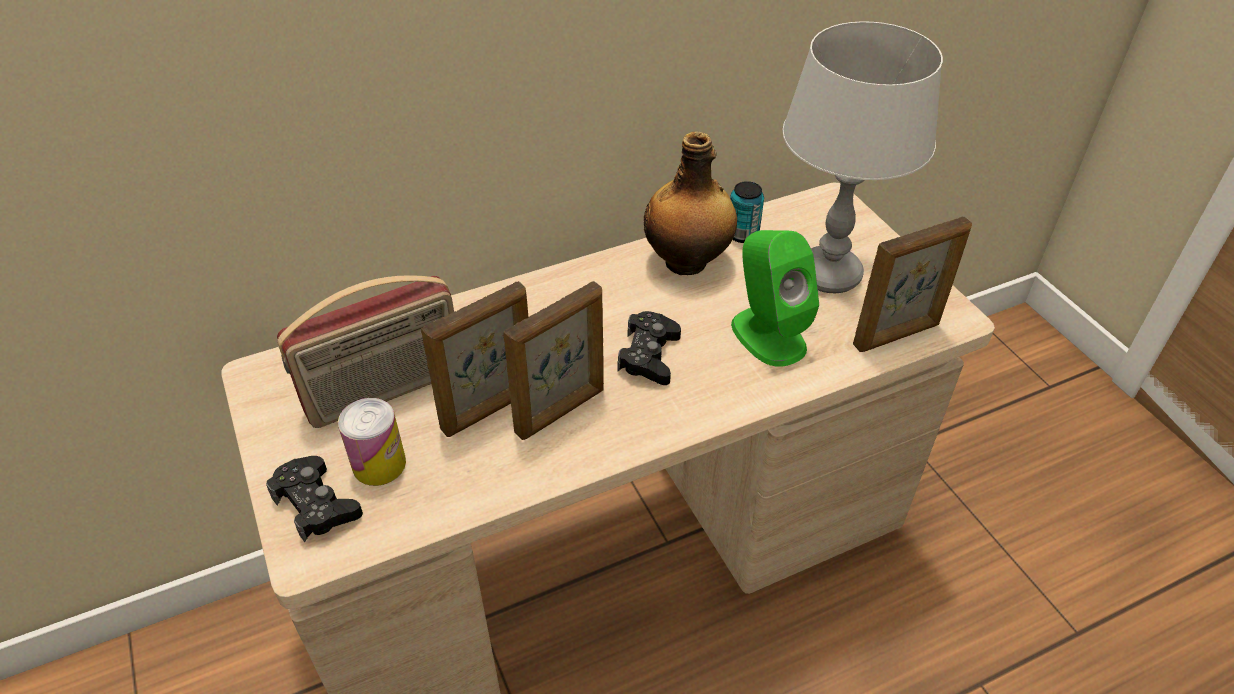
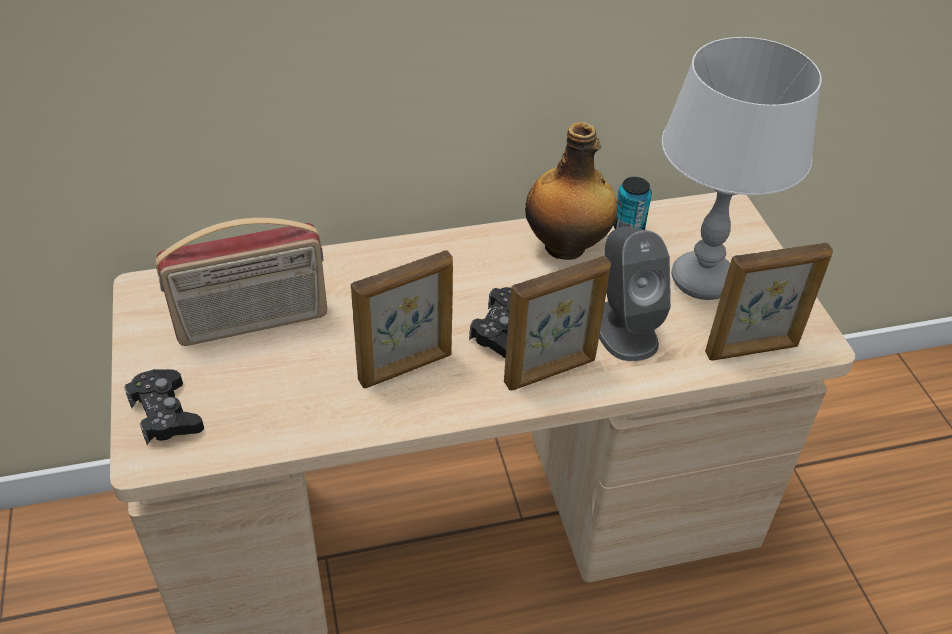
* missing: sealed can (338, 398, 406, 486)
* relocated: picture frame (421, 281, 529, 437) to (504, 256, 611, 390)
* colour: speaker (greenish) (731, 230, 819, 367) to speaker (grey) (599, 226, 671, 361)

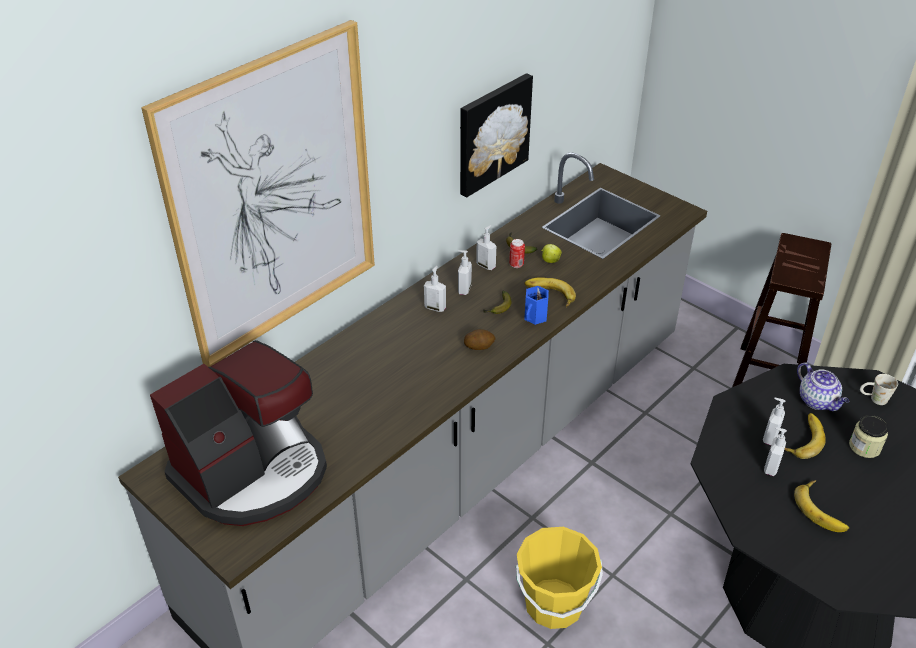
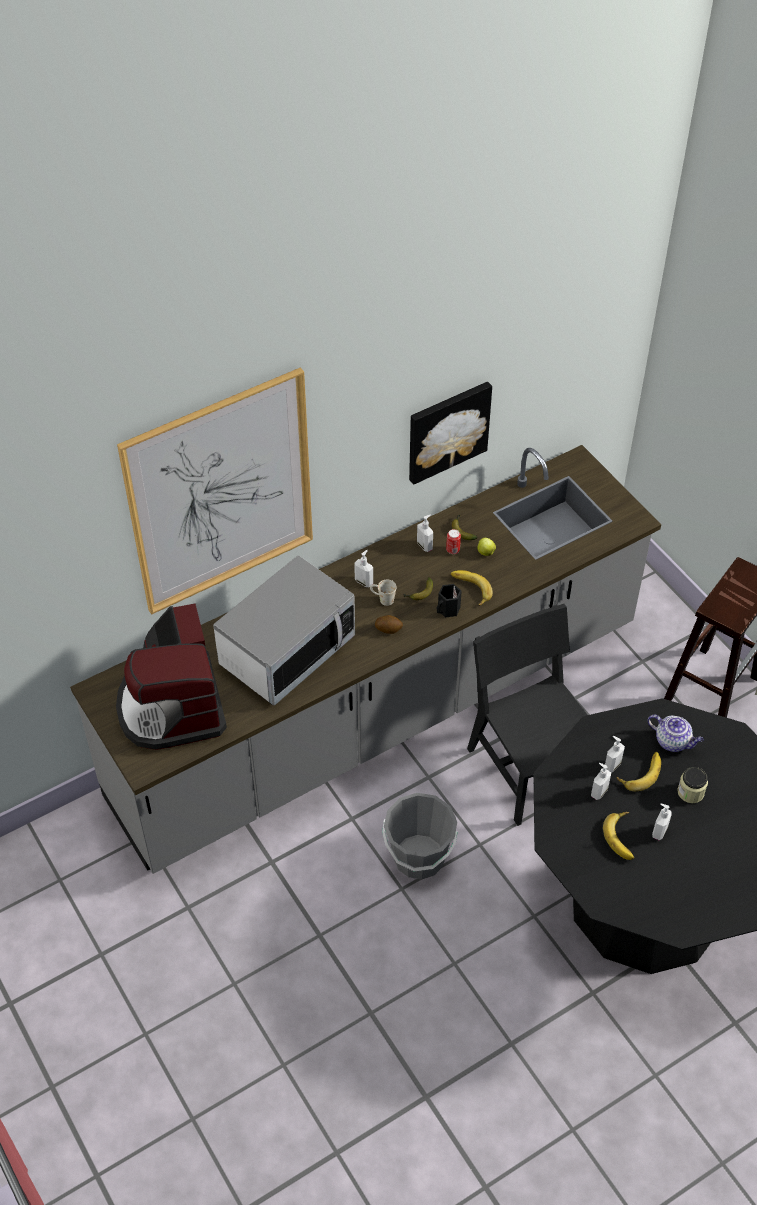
* spun: coffee brewer (150, 340, 327, 526) = (116, 604, 227, 750) 105 degrees clockwise
* relocated: liquid soap bottle (458, 250, 472, 295) to (652, 804, 672, 840)
* colour: pail (yellowish) (516, 527, 603, 629) to pail (grey) (382, 793, 458, 879)
* colour: tea mug (bluish) (524, 286, 549, 325) to tea mug (black) (437, 584, 461, 618)
* spun: tea pot (797, 362, 849, 411) = (648, 715, 704, 752) 45 degrees counterclockwise
* relocated: tea mug (white) (860, 374, 898, 405) to (370, 579, 397, 606)
* appeared: microwave oven (213, 555, 355, 705)
* appeared: plain chair (black) (467, 604, 587, 826)

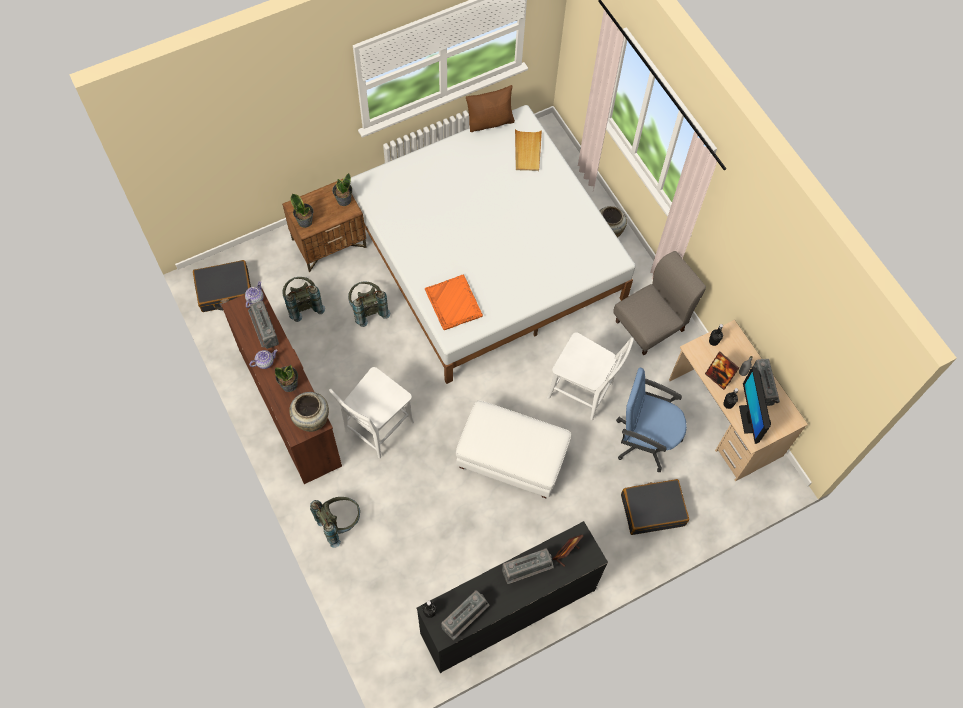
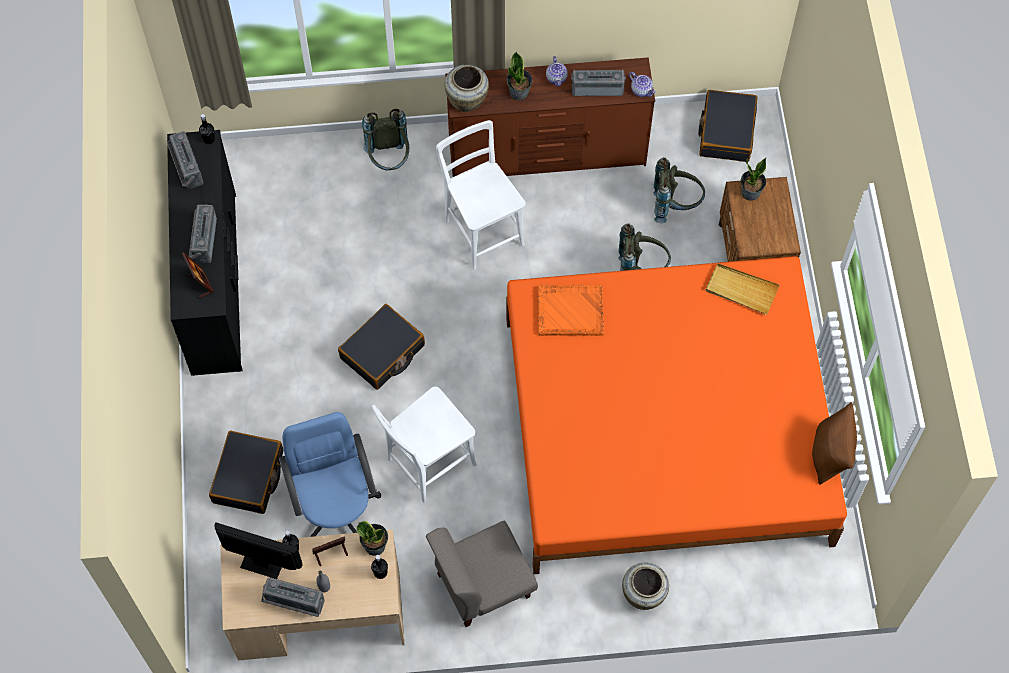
* relocated: potted plant (332, 173, 352, 206) to (357, 521, 388, 556)
* colour: bed (white) (350, 105, 636, 384) to bed (orange) (506, 256, 847, 574)
* exchanged: ottoman (white) (456, 400, 571, 498) to travel case (black) (338, 304, 425, 390)
* relocated: carrying tray (sand-coloured) (515, 129, 542, 171) to (706, 263, 780, 315)
* spun: plain chair (grey) (613, 251, 706, 355) = (425, 521, 538, 627) 75 degrees clockwise
* spun: desk chair (bluish) (616, 368, 687, 473) = (279, 412, 381, 537) 60 degrees counterclockwise

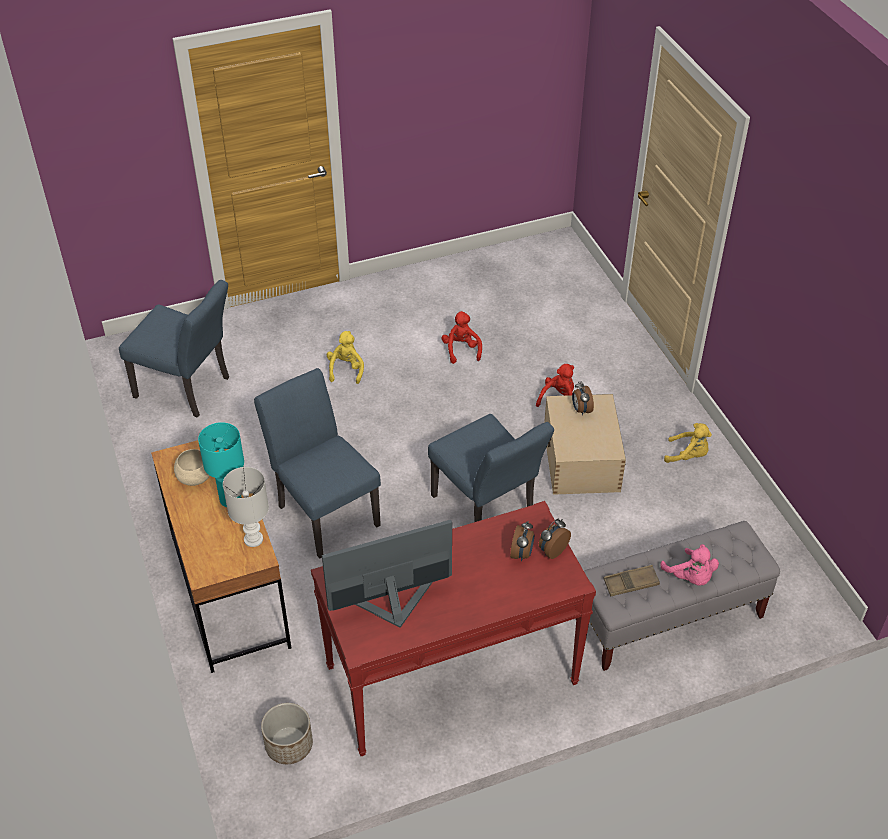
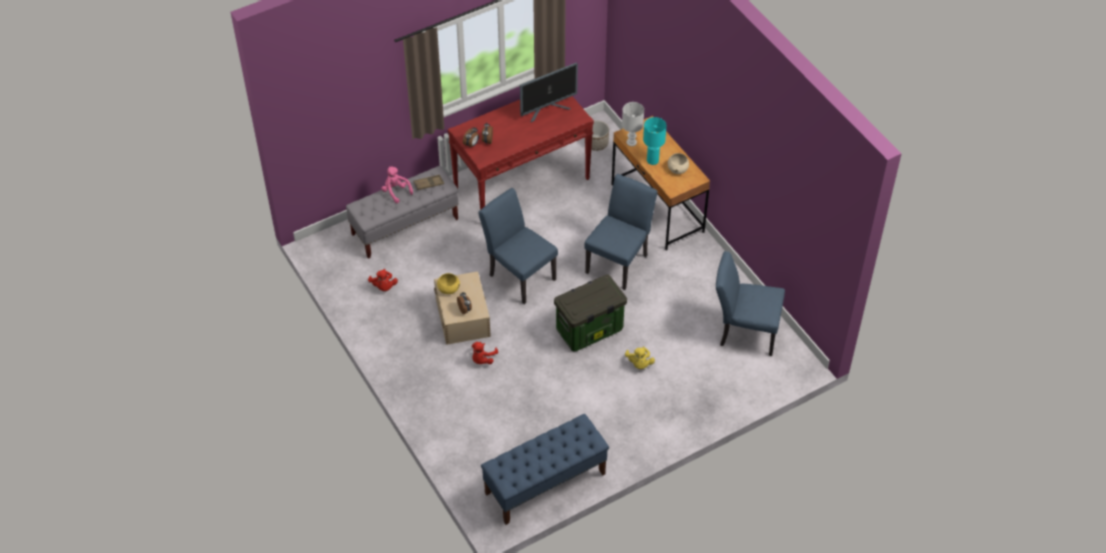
* spun: plain chair (bluish) (254, 368, 381, 559) = (584, 174, 657, 290) 105 degrees counterclockwise
* relocated: cuddly toy (red) (442, 311, 482, 364) to (368, 269, 398, 291)
* missing: cuddly toy (yellowish) (664, 423, 712, 463)
* appeared: bowl (yellowish) (437, 273, 460, 294)
* appeared: bench (bluish) (481, 414, 609, 525)
* appeared: storage bin (554, 275, 627, 352)

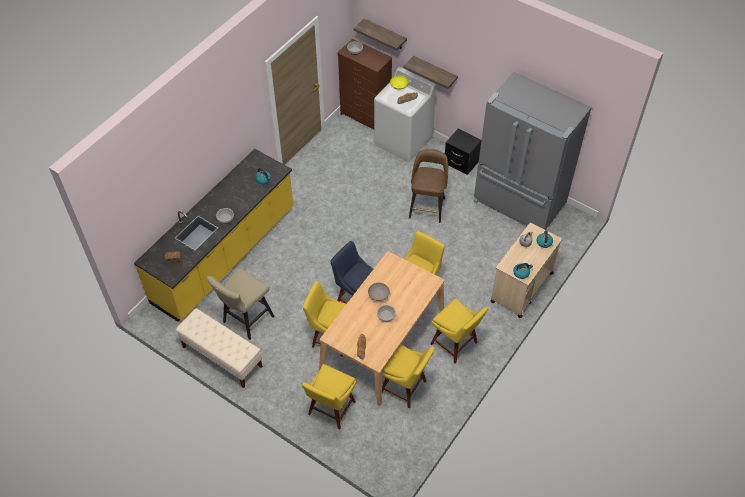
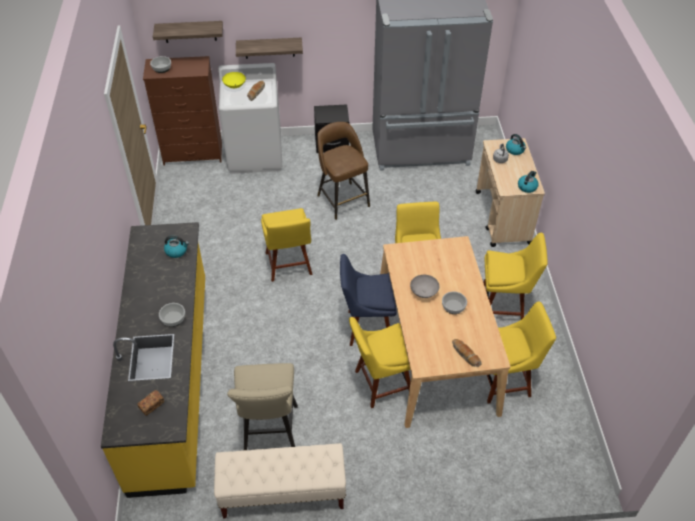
* relocated: plain chair (yellowish) (302, 364, 356, 429) to (261, 208, 312, 282)

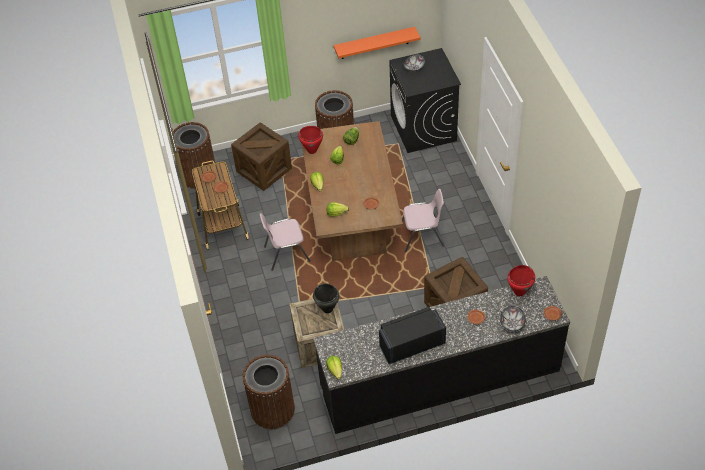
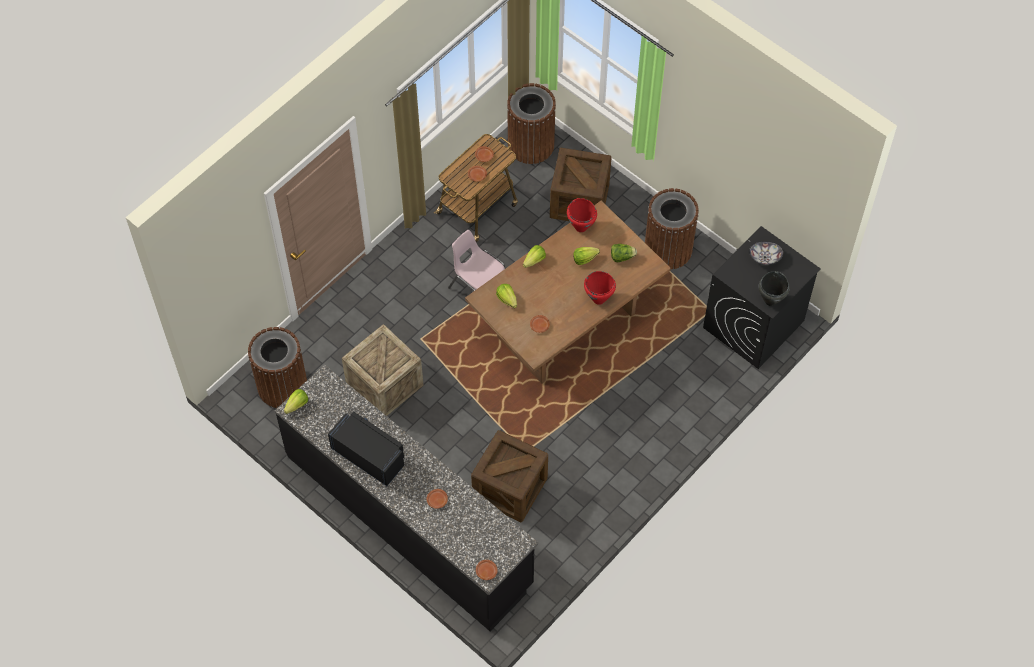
* relocated: cooking pot (black) (313, 284, 339, 313) to (758, 271, 790, 306)
* missing: shelf (orange) (334, 27, 421, 59)
* missing: plain chair (pink-coloured) (402, 189, 444, 252)
* missing: bowl (500, 306, 526, 331)
* relocated: cooking pot (red) (507, 265, 535, 296) to (584, 271, 616, 305)

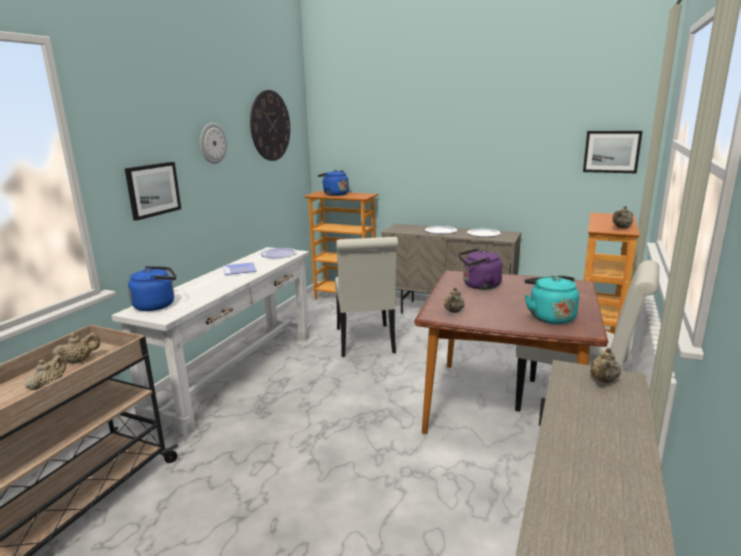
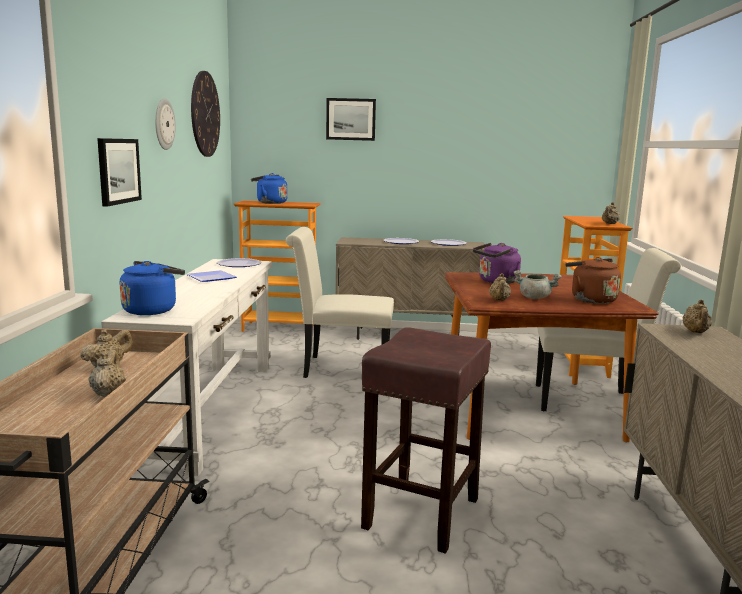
* spun: plain chair (white) (335, 237, 398, 357) = (286, 227, 394, 378) 120 degrees clockwise
* colour: water kettle (turquoise-coloured) (525, 276, 579, 324) to water kettle (brown-coloured) (565, 257, 621, 304)
* relocated: picture (583, 131, 643, 173) to (326, 98, 376, 141)
* appeared: sitting stool (brown-coloured) (361, 327, 491, 554)
* appeared: cooking pot (grey) (513, 270, 561, 299)

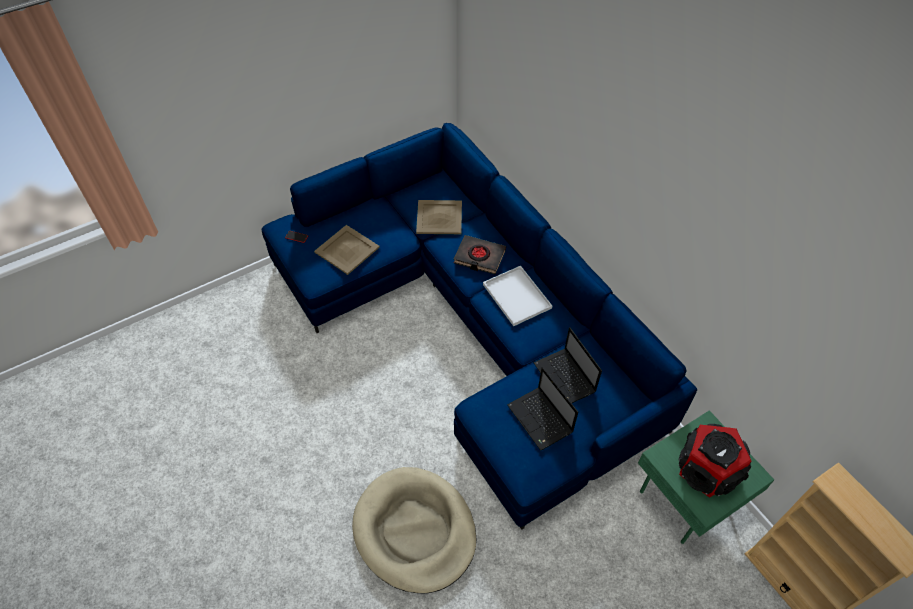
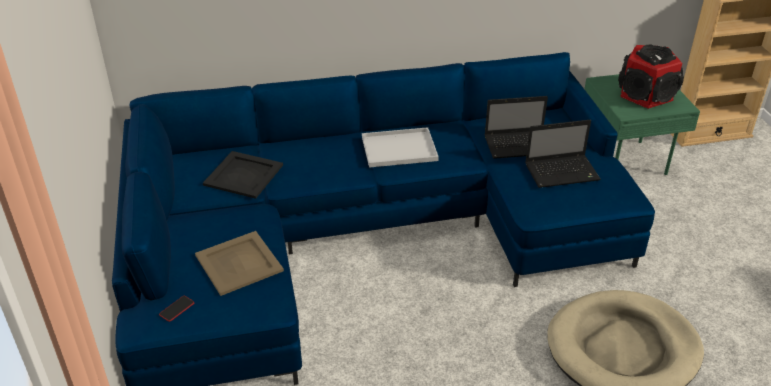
* colour: carrying tray (sand-coloured) (416, 200, 462, 234) to carrying tray (black) (203, 151, 283, 199)
* missing: volume (black) (453, 235, 506, 274)

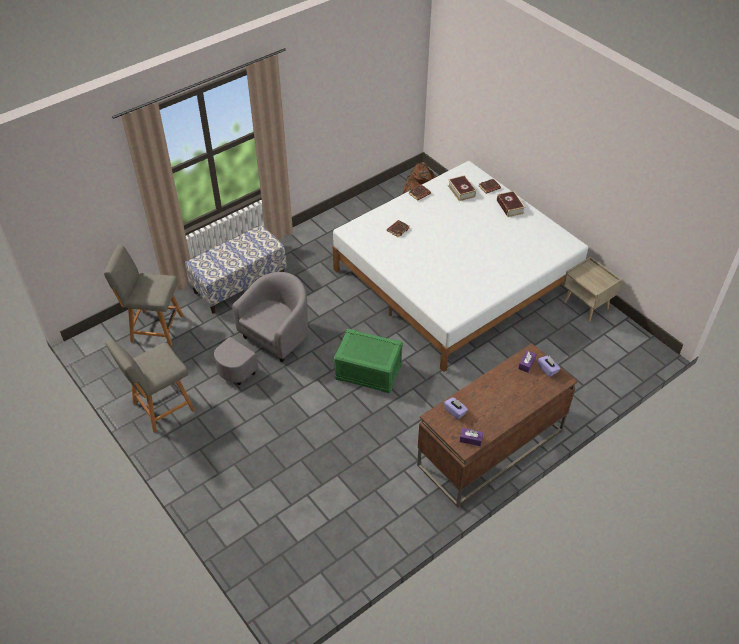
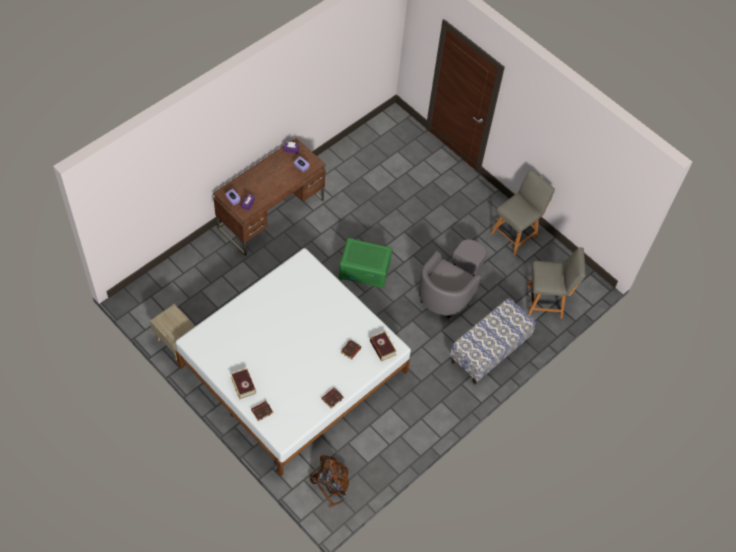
* relocated: volume (448, 175, 476, 201) to (370, 331, 397, 362)

